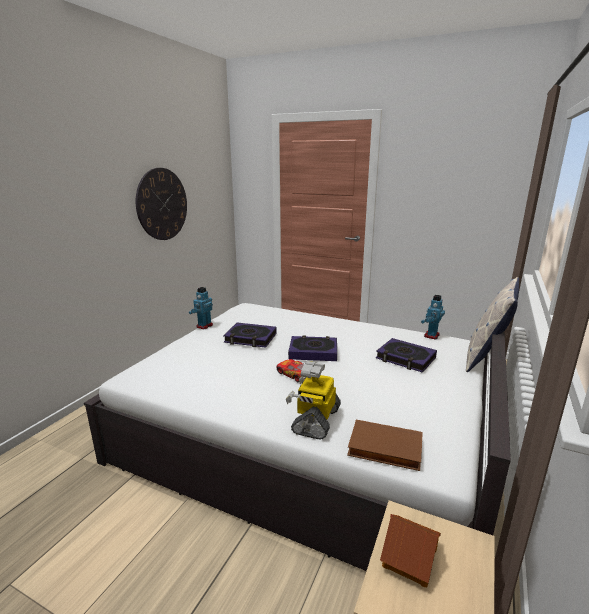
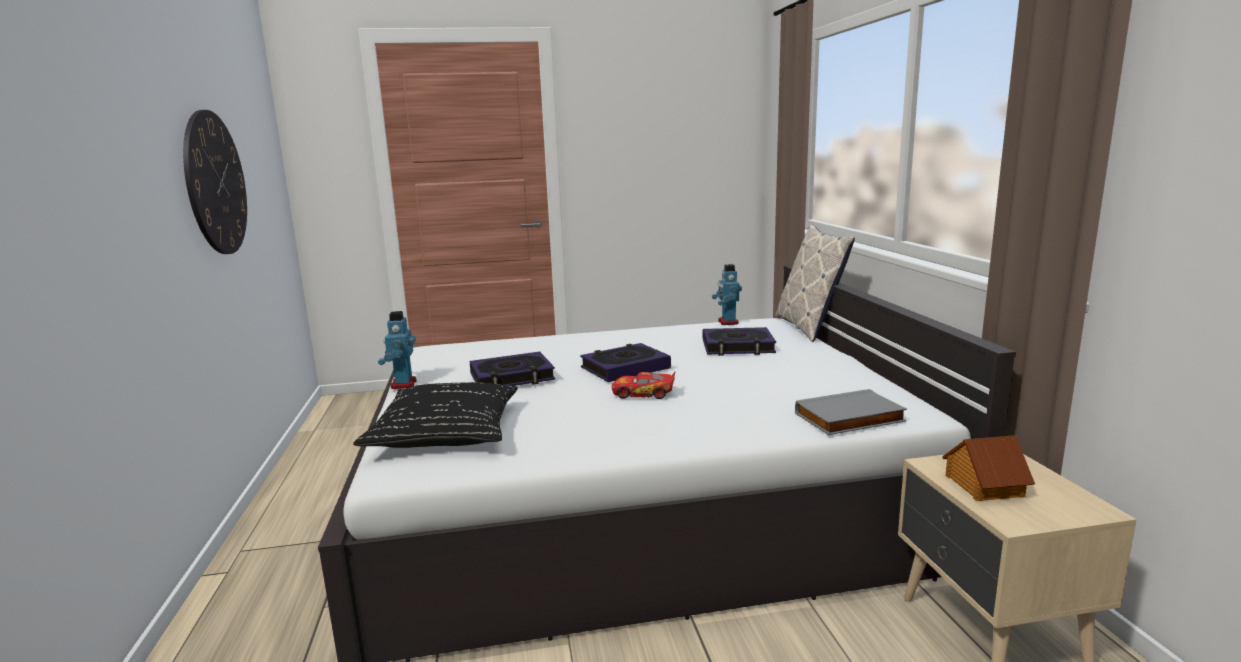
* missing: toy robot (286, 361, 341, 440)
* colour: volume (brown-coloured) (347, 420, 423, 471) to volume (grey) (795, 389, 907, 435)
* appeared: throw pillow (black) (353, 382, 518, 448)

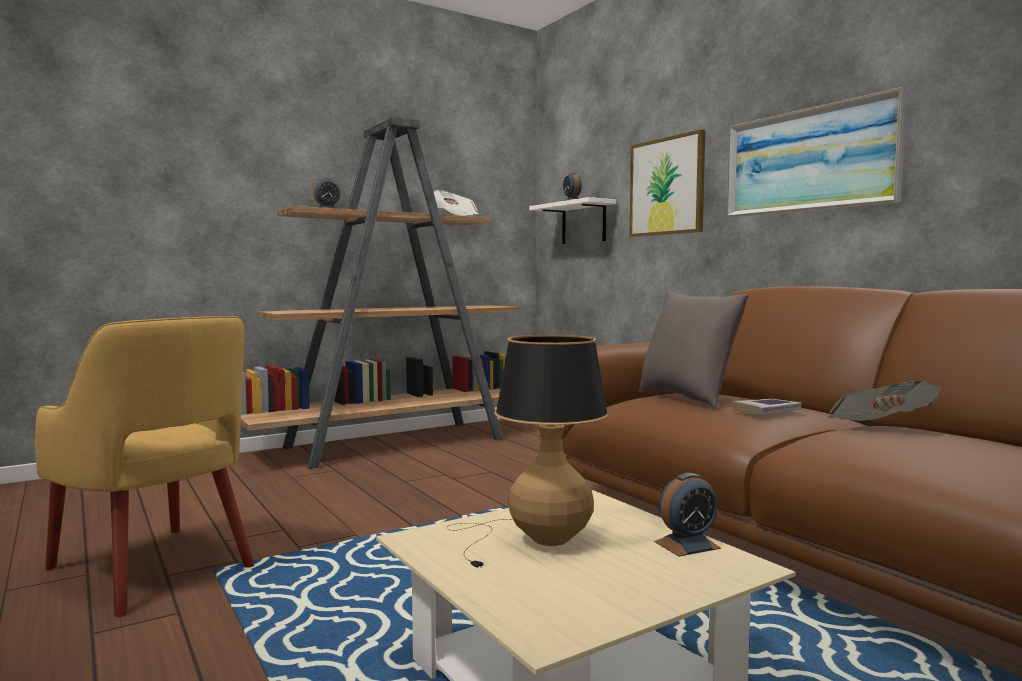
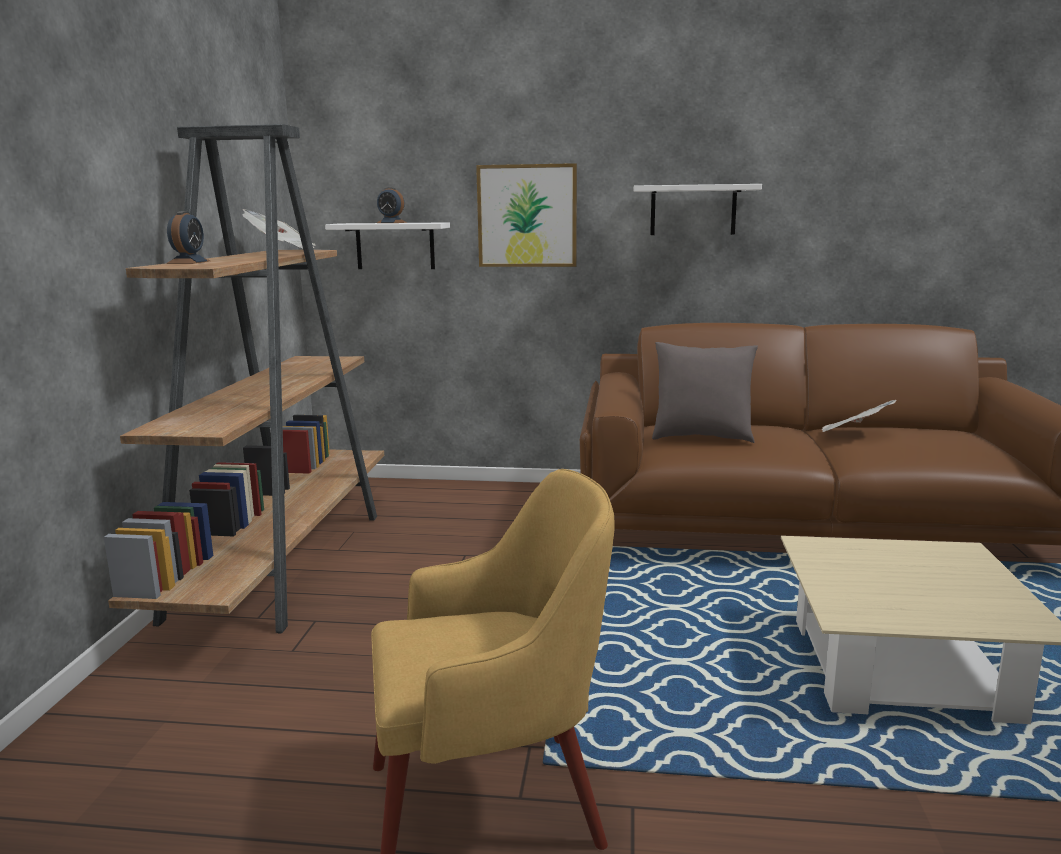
* missing: table lamp (447, 335, 609, 568)
* missing: table clock (654, 473, 721, 557)
* exchanged: picture (727, 87, 907, 218) to shelf (white) (634, 184, 762, 235)
* missing: volume (733, 399, 802, 414)

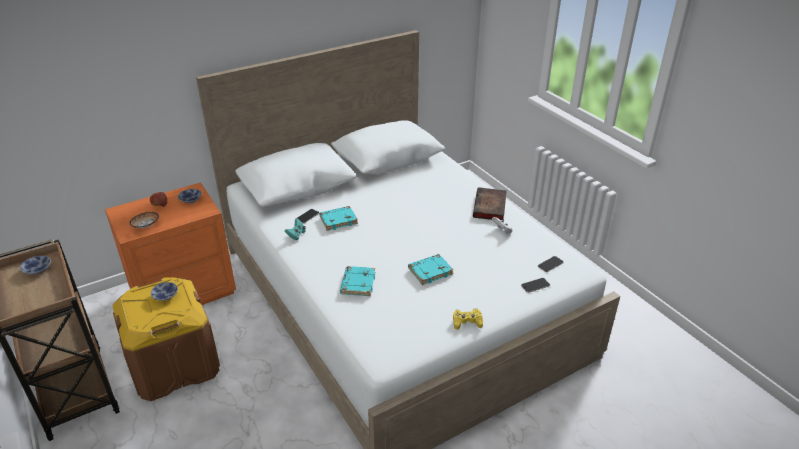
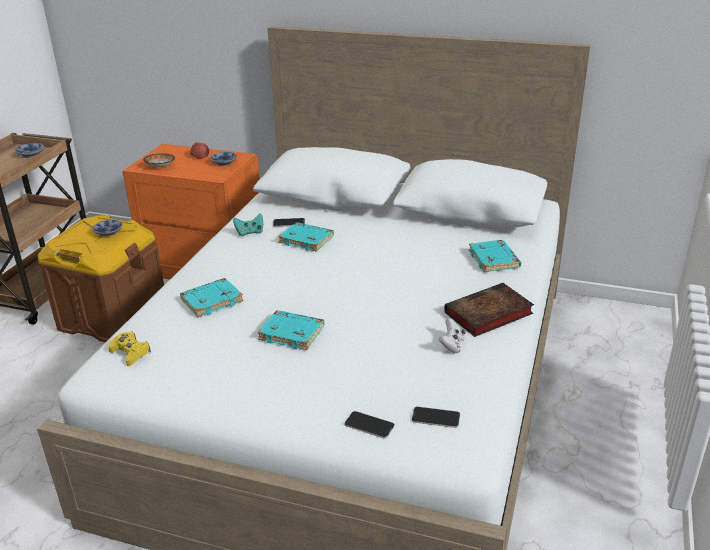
* relocated: gamepad (yellowish) (453, 308, 483, 330) to (108, 332, 151, 366)
* appeared: volume (turquoise-coloured) (469, 240, 521, 272)

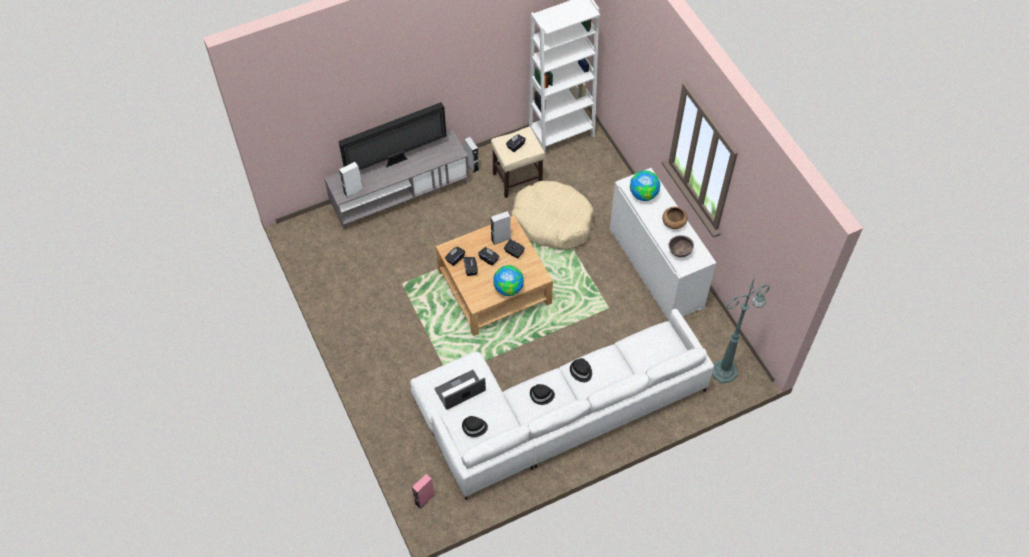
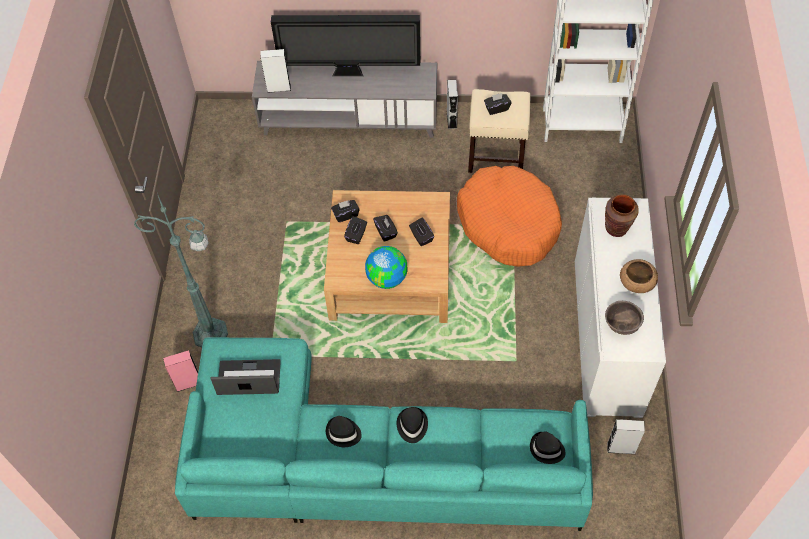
* colour: settee (white) (410, 309, 714, 500) to settee (turquoise-coloured) (175, 338, 593, 531)
* relocated: speaker (pink-coloured) (412, 474, 434, 509) to (163, 350, 198, 392)
* relocated: clothing hat (black) (462, 416, 488, 437) to (530, 432, 566, 464)
* relocated: speaker (grey) (491, 211, 511, 245) to (607, 419, 645, 454)
* colour: pet bed (sand-coloured) (511, 181, 594, 250) to pet bed (orange) (457, 166, 562, 267)
* exchanged: desk globe (630, 171, 660, 201) to decorative vase (brown-coloured) (605, 194, 639, 237)
* relocated: standing lamp (greenish) (712, 277, 770, 383) to (134, 193, 228, 347)

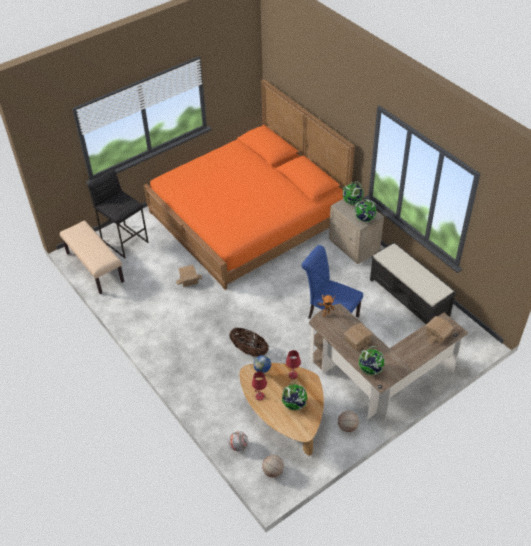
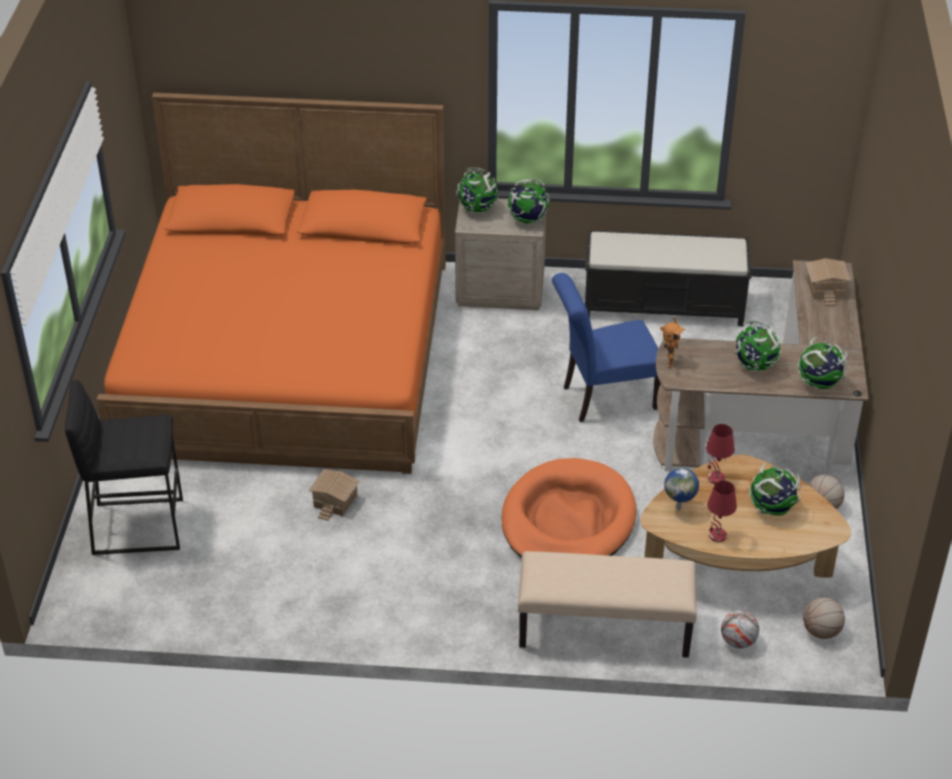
* relocated: bench (sand-coloured) (60, 220, 124, 294) to (518, 551, 697, 658)
* exchanged: household basket (229, 328, 269, 356) to pet bed (orange) (501, 458, 636, 558)
* exchanged: miniature house (344, 323, 373, 351) to desk globe (734, 321, 781, 372)

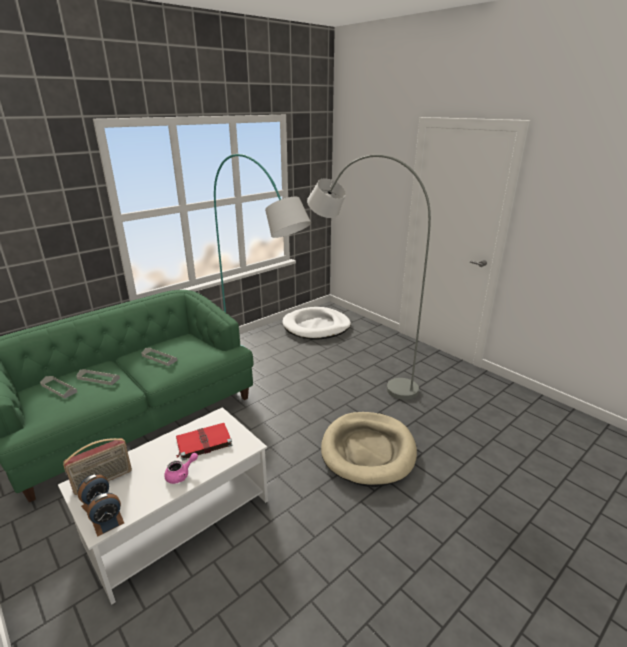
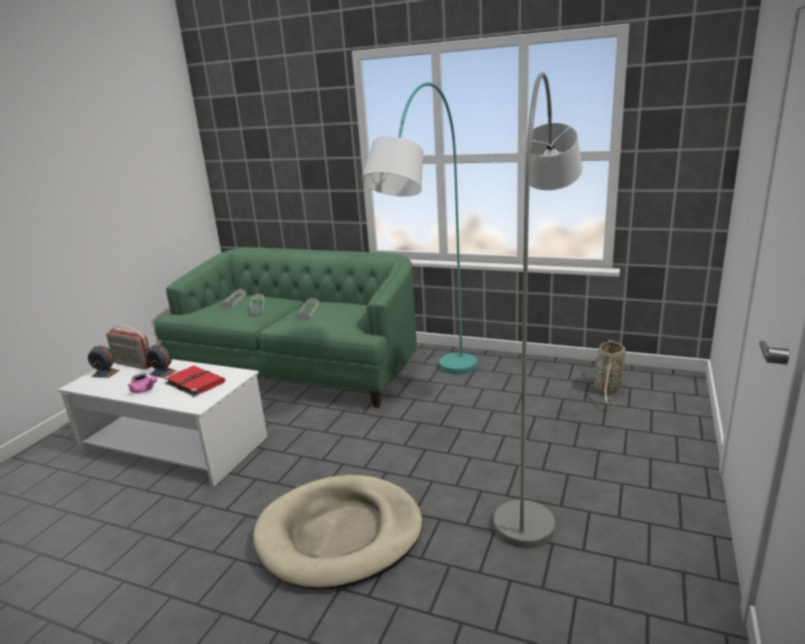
* relocated: table clock (87, 493, 124, 537) to (147, 344, 177, 378)
* exchanged: pet bed (white) (282, 307, 351, 340) to household basket (588, 339, 626, 407)

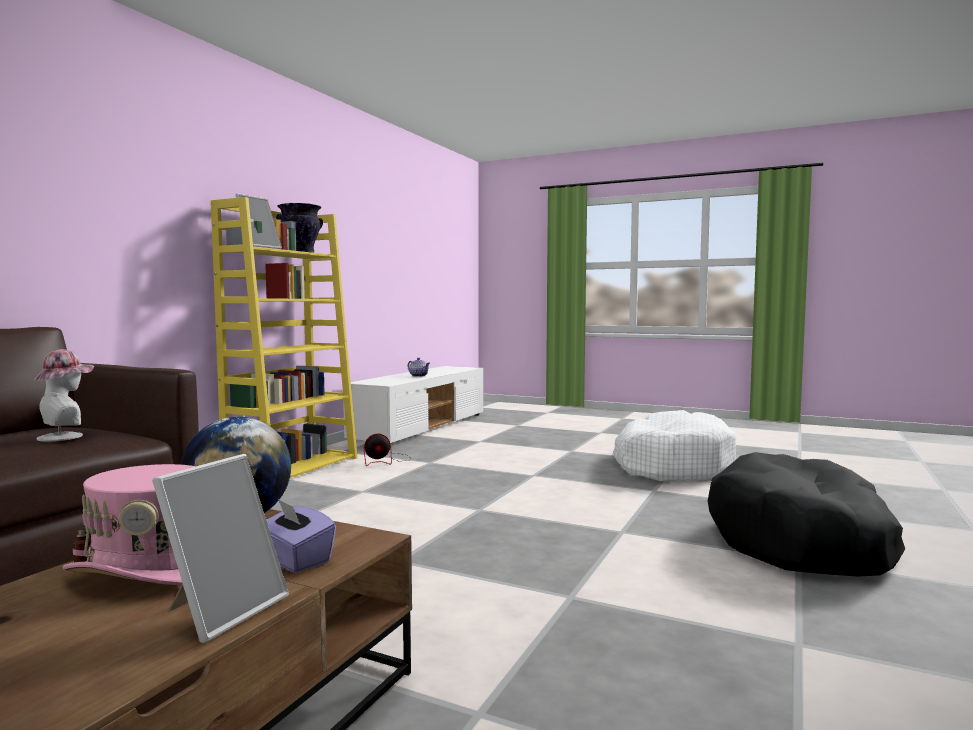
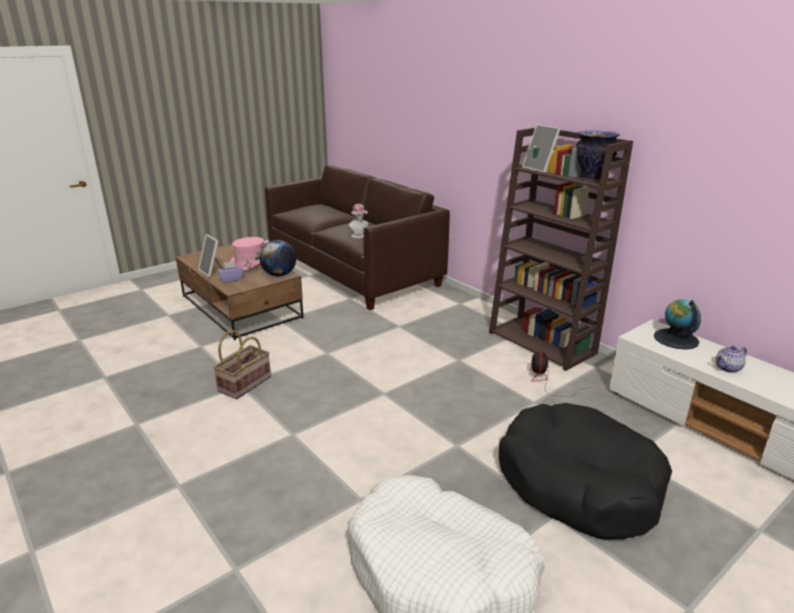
* colour: shelving unit (yellowish) (211, 197, 357, 478) to shelving unit (brown-coloured) (489, 128, 633, 371)
* relocated: pet bed (black) (708, 452, 905, 577) to (499, 403, 672, 540)
* appeared: household basket (213, 330, 271, 399)
* appeared: desk globe (654, 299, 701, 350)

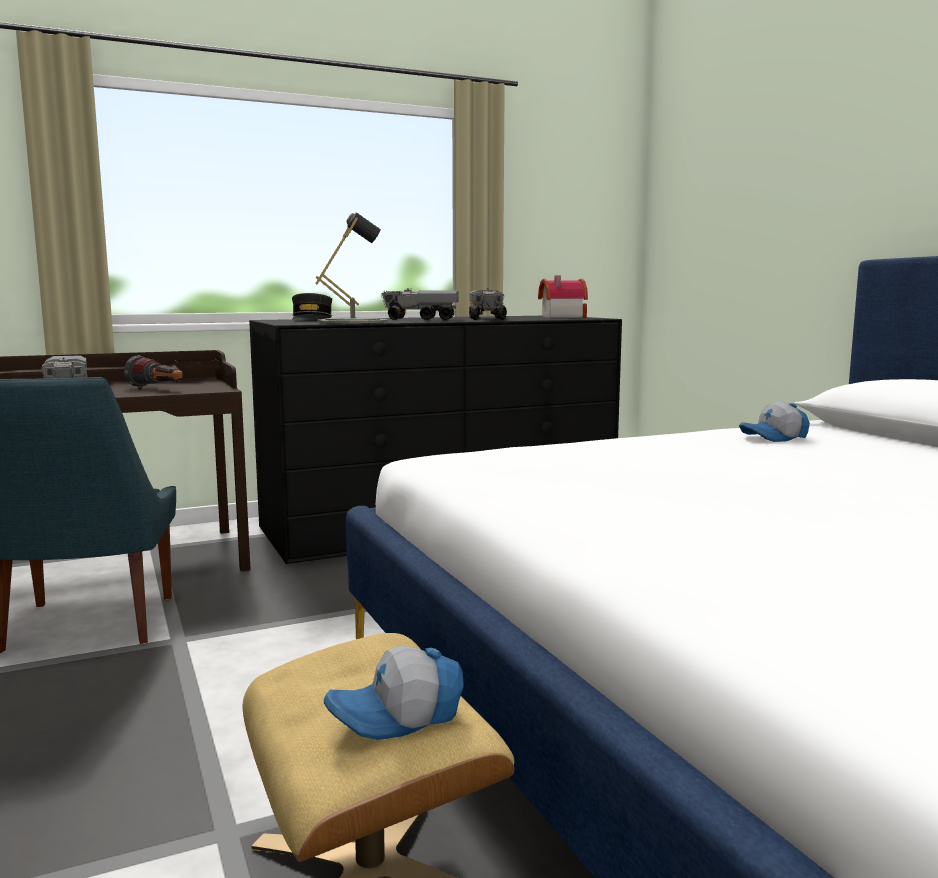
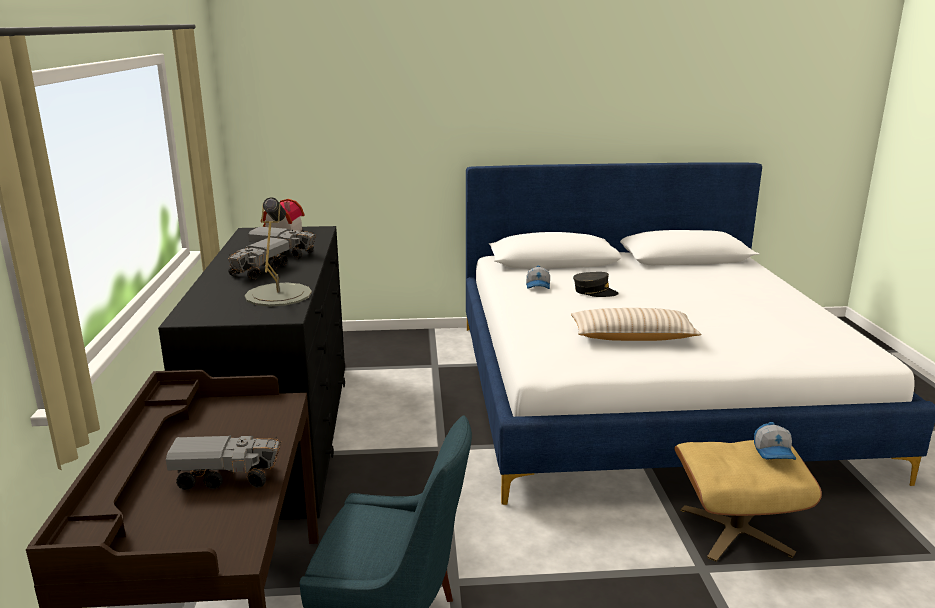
* missing: torch (124, 355, 183, 387)
* relocated: cap (grey) (292, 293, 332, 320) to (573, 272, 619, 297)
* appeared: throw pillow (sand-coloured) (571, 308, 701, 341)

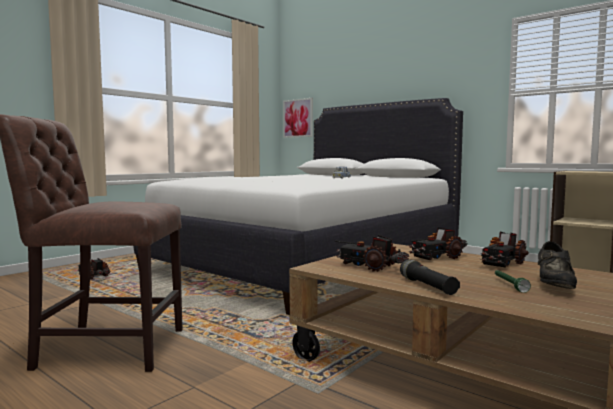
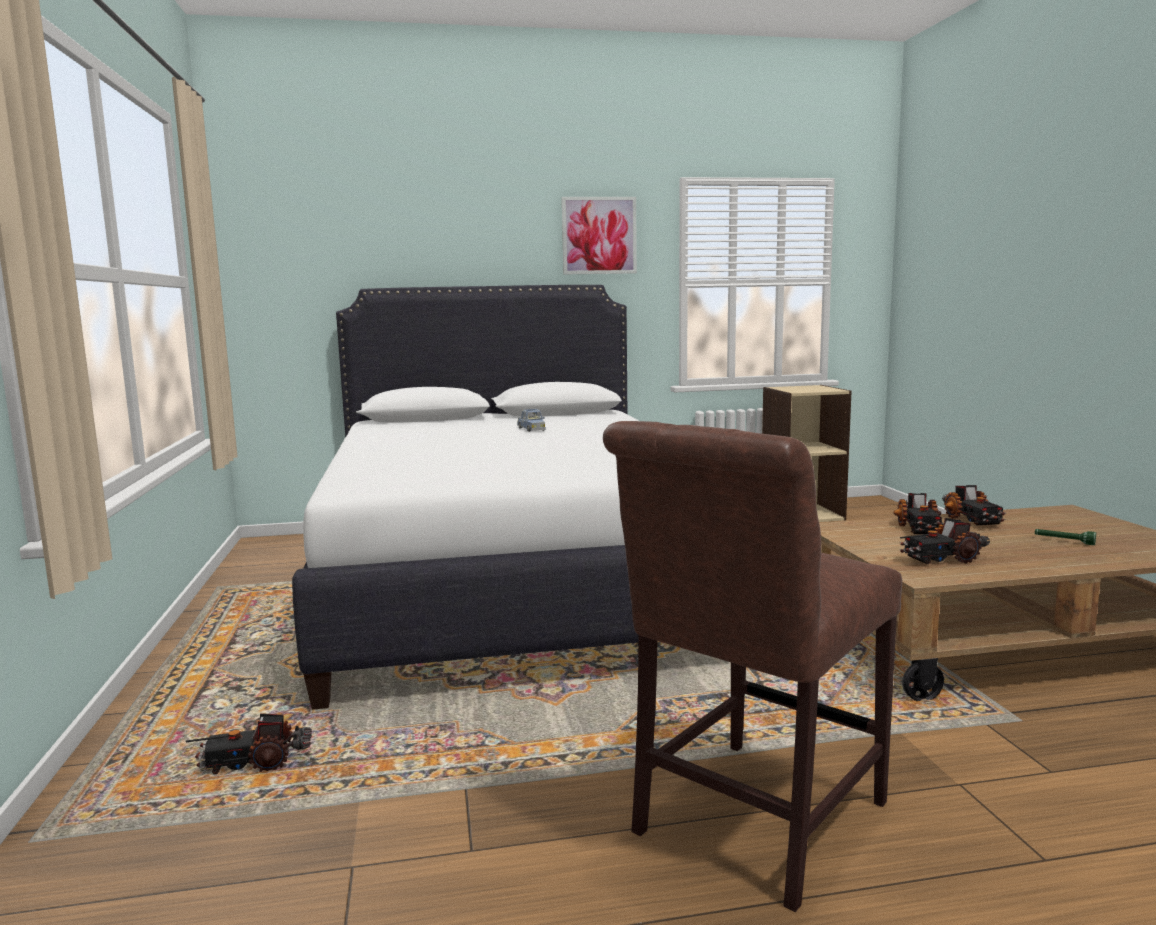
* relocated: picture (283, 98, 313, 138) to (562, 197, 637, 274)
* missing: torch (black) (400, 259, 460, 295)
* missing: low shoe (black) (538, 241, 577, 289)

